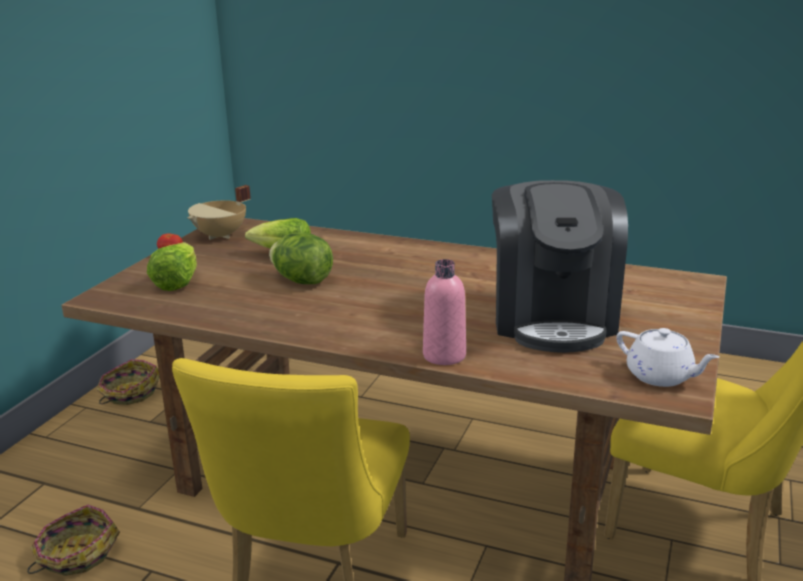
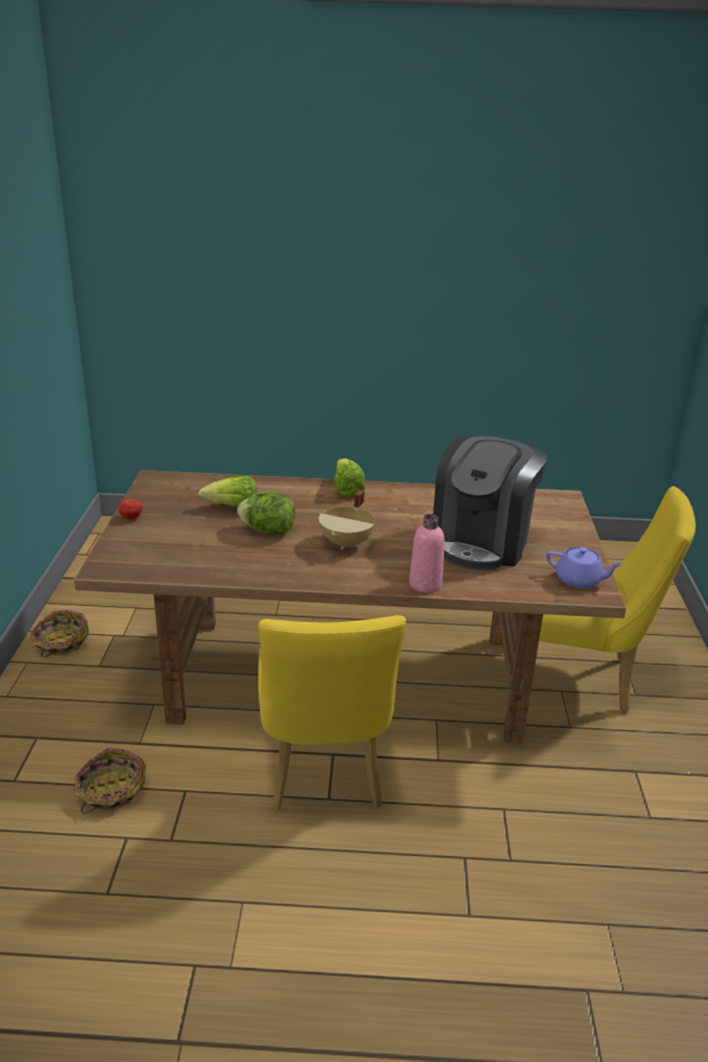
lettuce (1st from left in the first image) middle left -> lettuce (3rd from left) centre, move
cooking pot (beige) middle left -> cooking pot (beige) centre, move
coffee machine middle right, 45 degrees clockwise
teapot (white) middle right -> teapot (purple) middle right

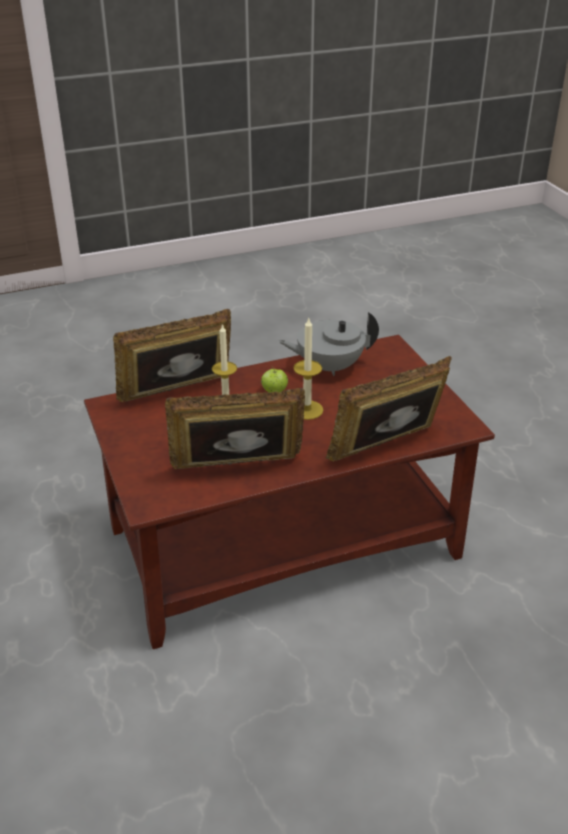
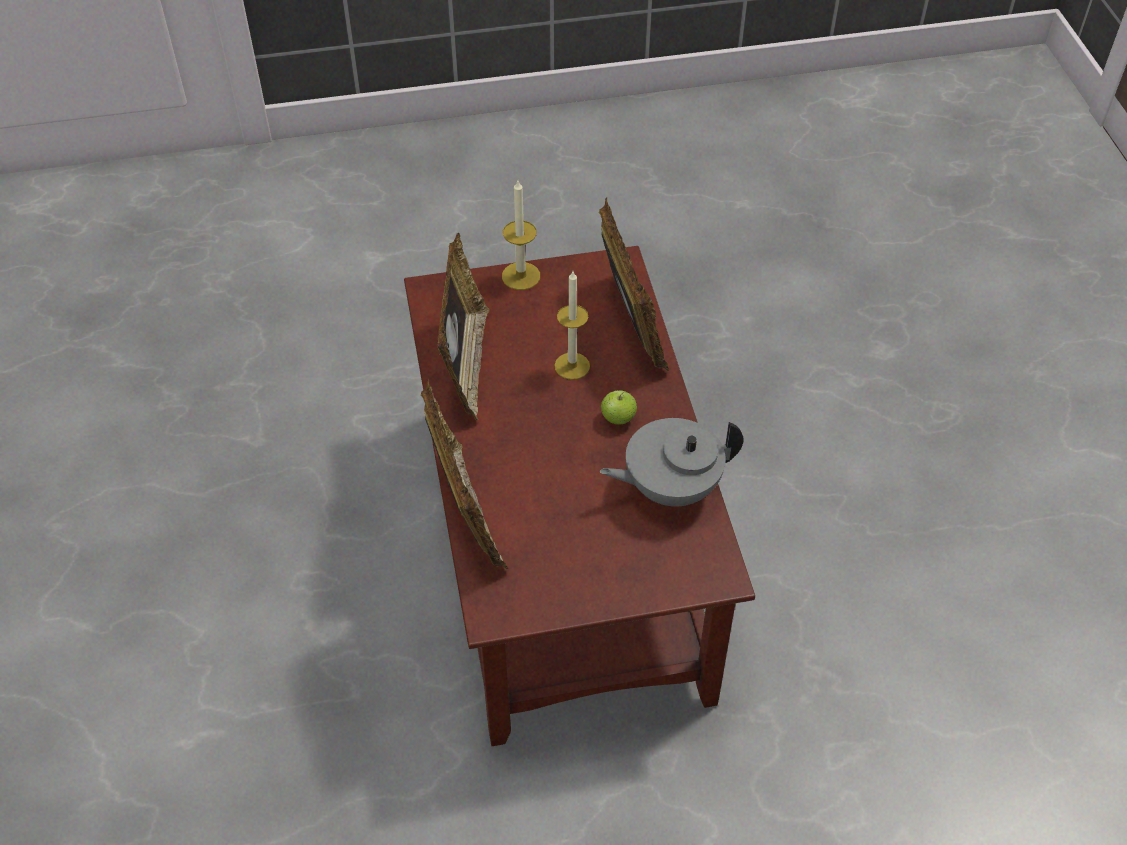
teapot (grey) centre, 105 degrees counterclockwise
candle (2nd from left in the first image) centre -> candle (1st from left) top centre, move

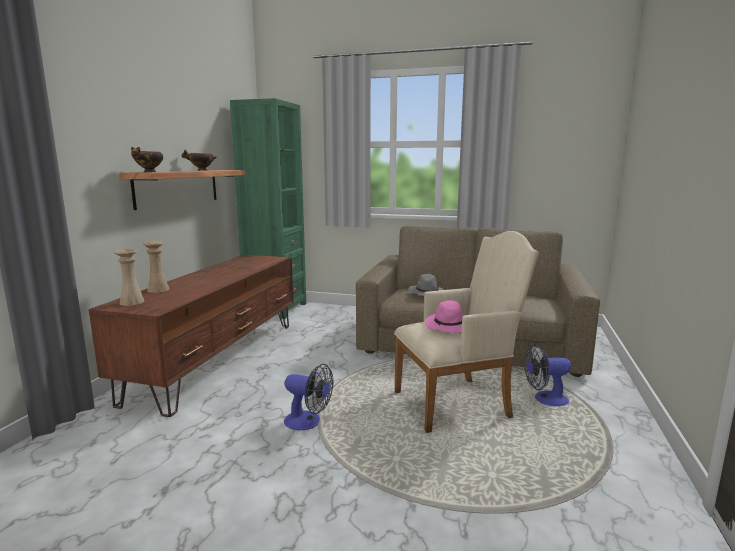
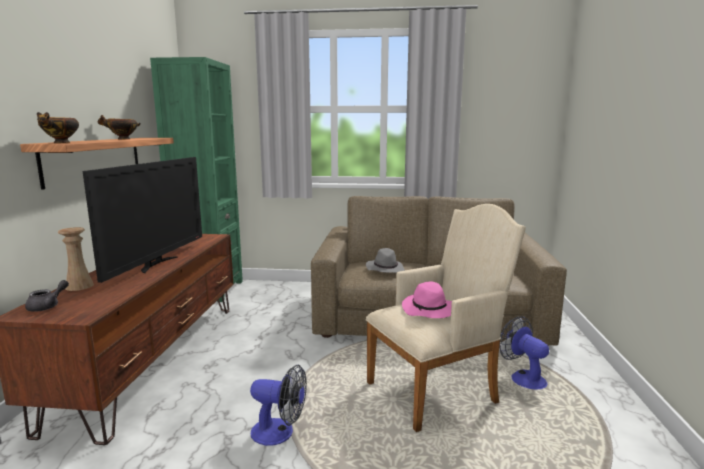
vase (beige) (1st from left) middle left -> teapot (grey) middle left
fan (2nd from left) bottom right, 75 degrees clockwise
none -> television middle left

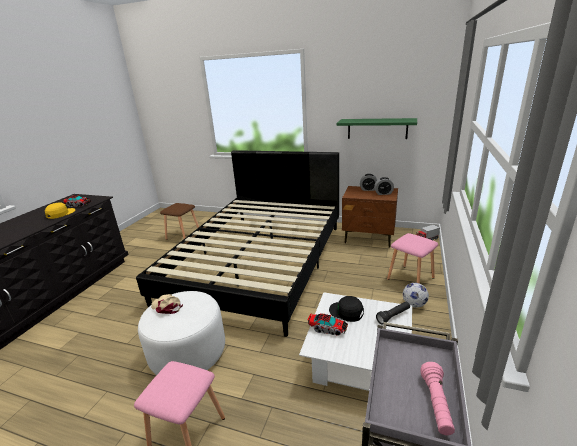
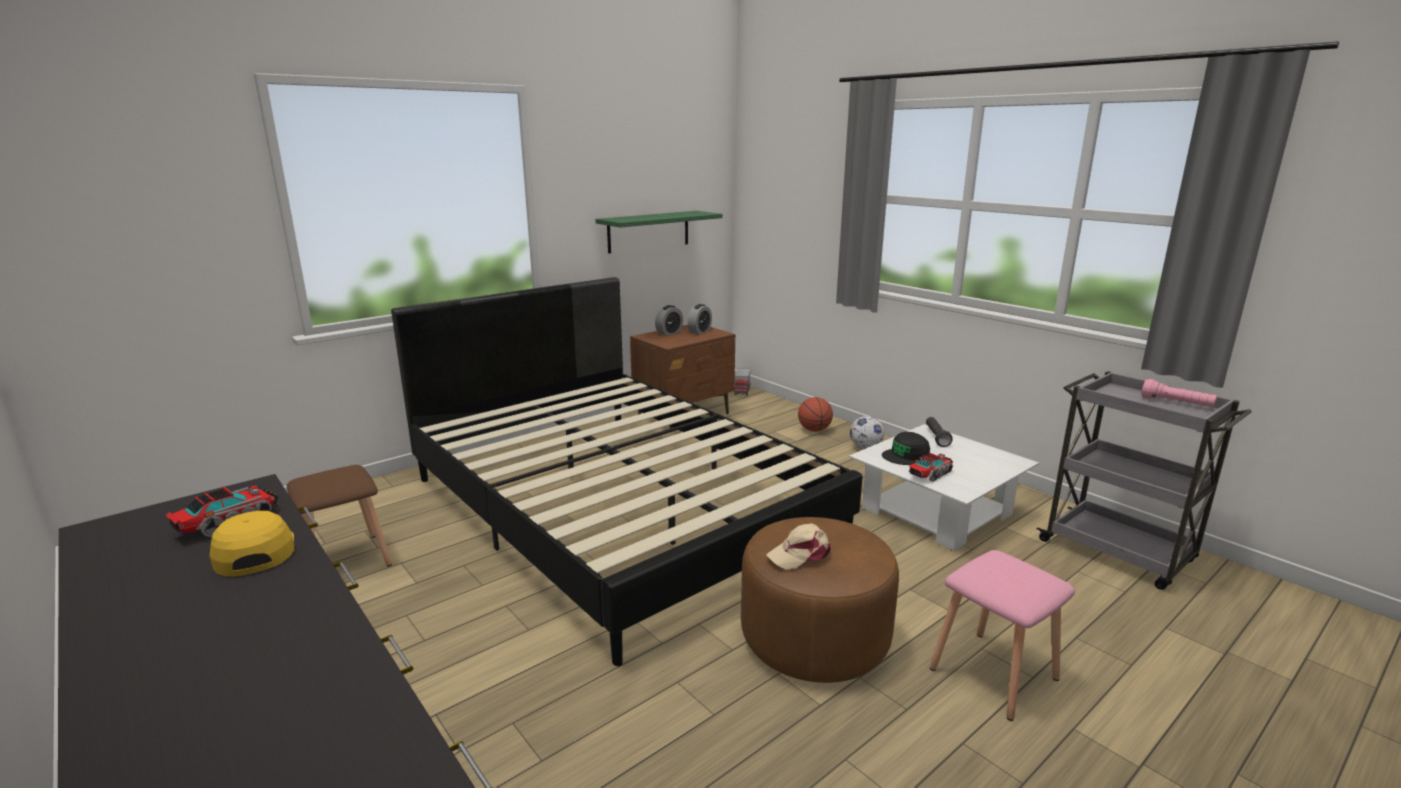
ottoman (white) bottom left -> ottoman (brown) bottom centre
stool (pink) (2nd from left) middle right -> basketball centre

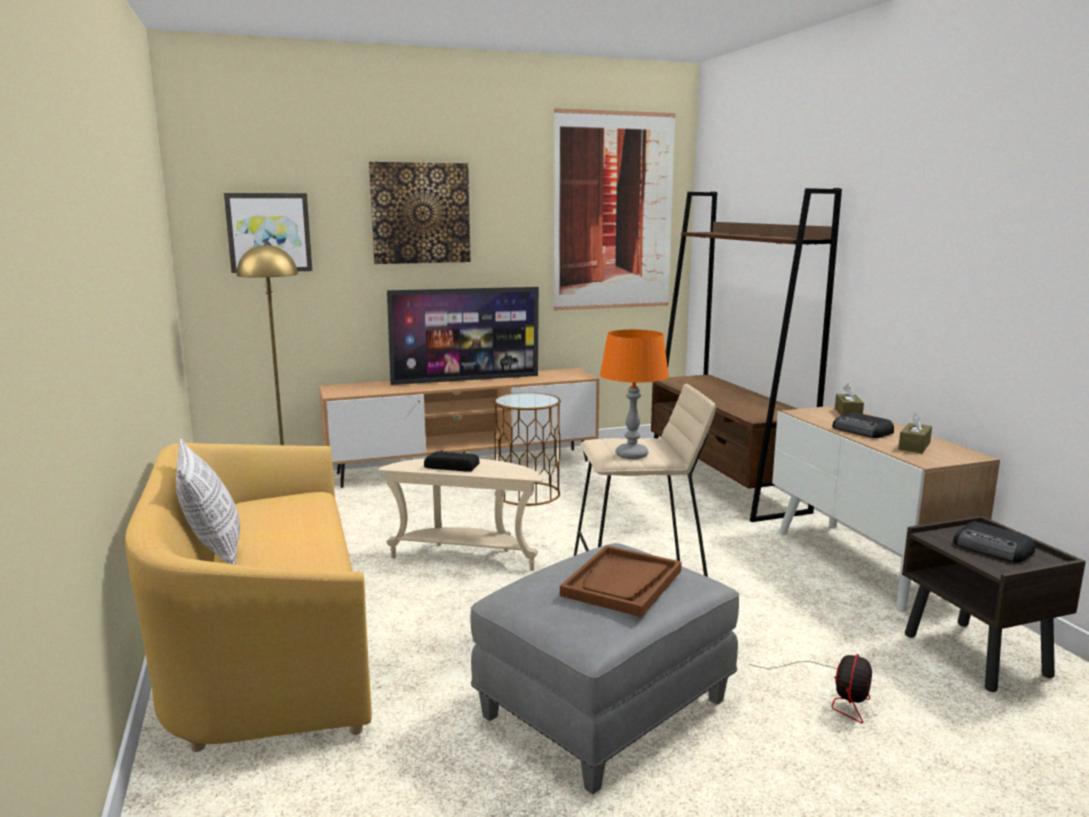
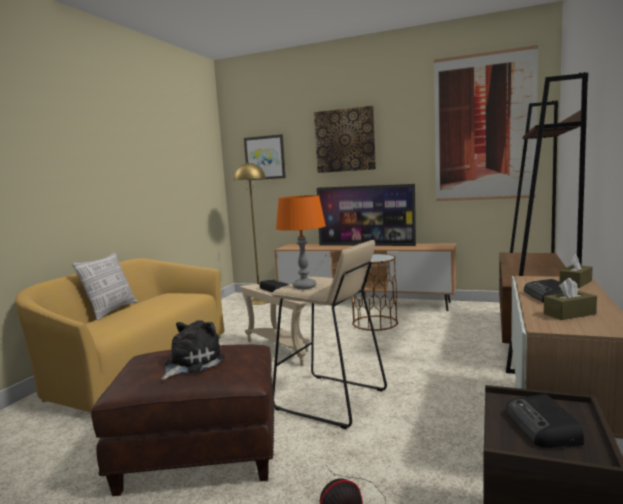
ottoman (grey) bottom centre -> ottoman (brown) bottom left
tray (brown) bottom centre -> plush toy bottom left

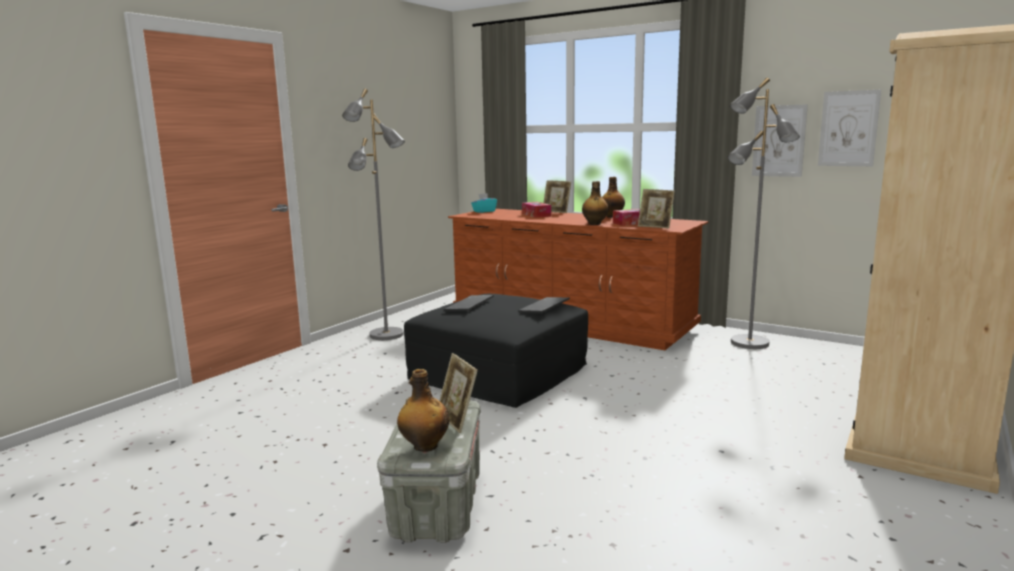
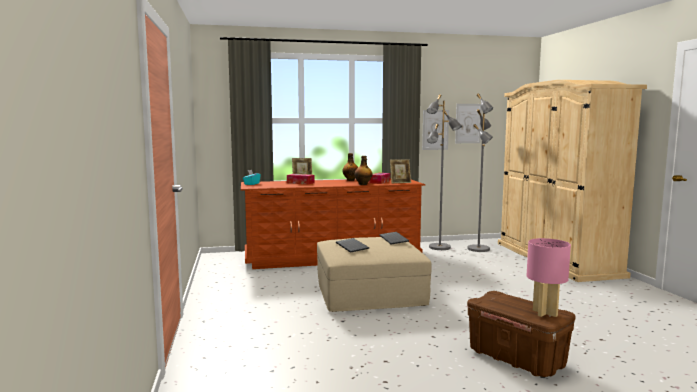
floor lamp (grey) (1st from left in the first image) centre -> floor lamp (grey) (2nd from left) middle right, move
storage box (grey) bottom centre -> storage box (brown) bottom right
bottle (1st from left) bottom centre -> table lamp (pink) bottom right
ottoman (black) centre -> ottoman (beige) bottom centre
picture frame (1st from left) bottom centre -> none

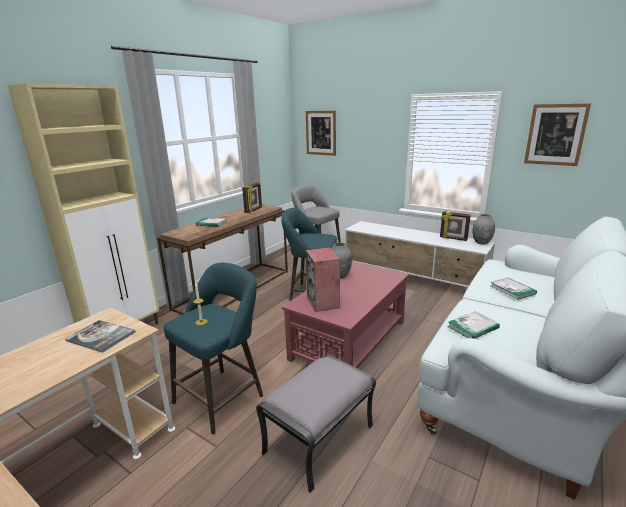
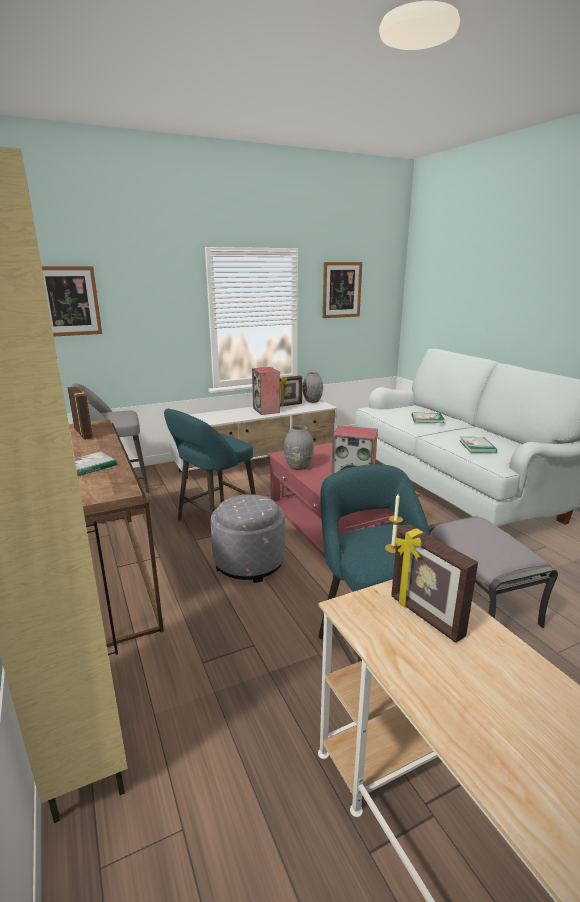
book (1st from left) middle left -> picture frame (3rd from left) middle right
none -> ottoman (grey) (1st from left) centre
none -> speaker (1st from left) centre

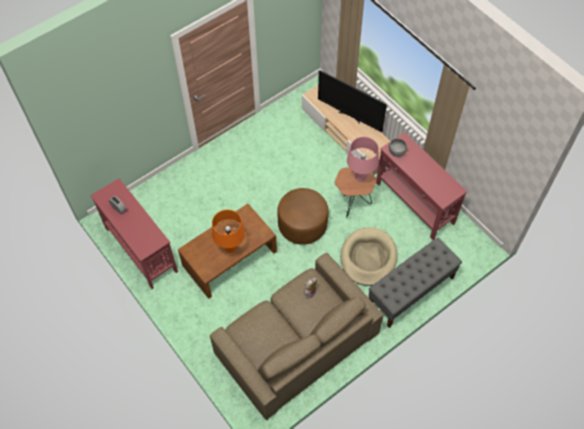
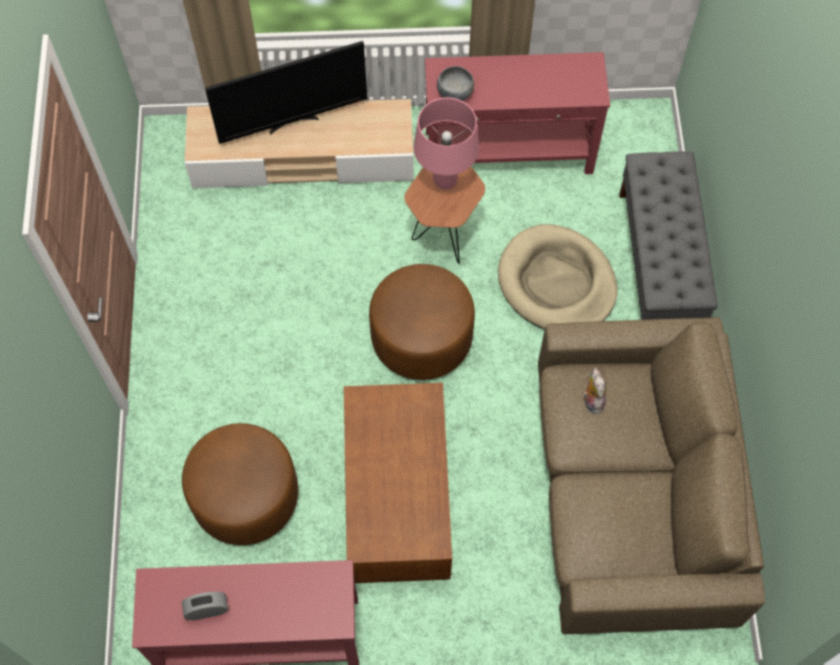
table lamp (orange) centre -> none
none -> ottoman (brown) (1st from left) bottom left

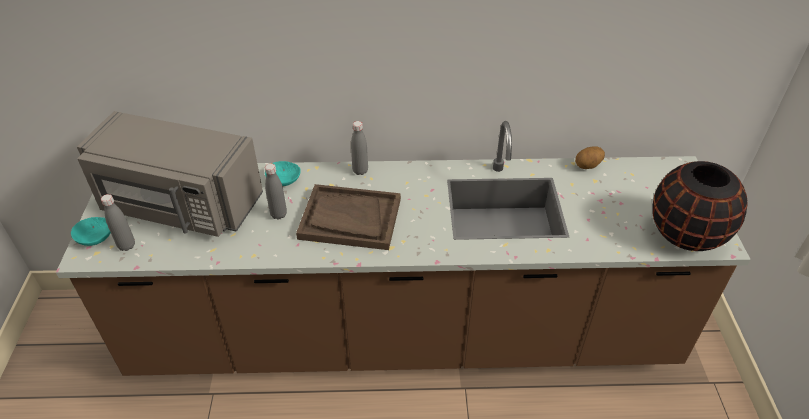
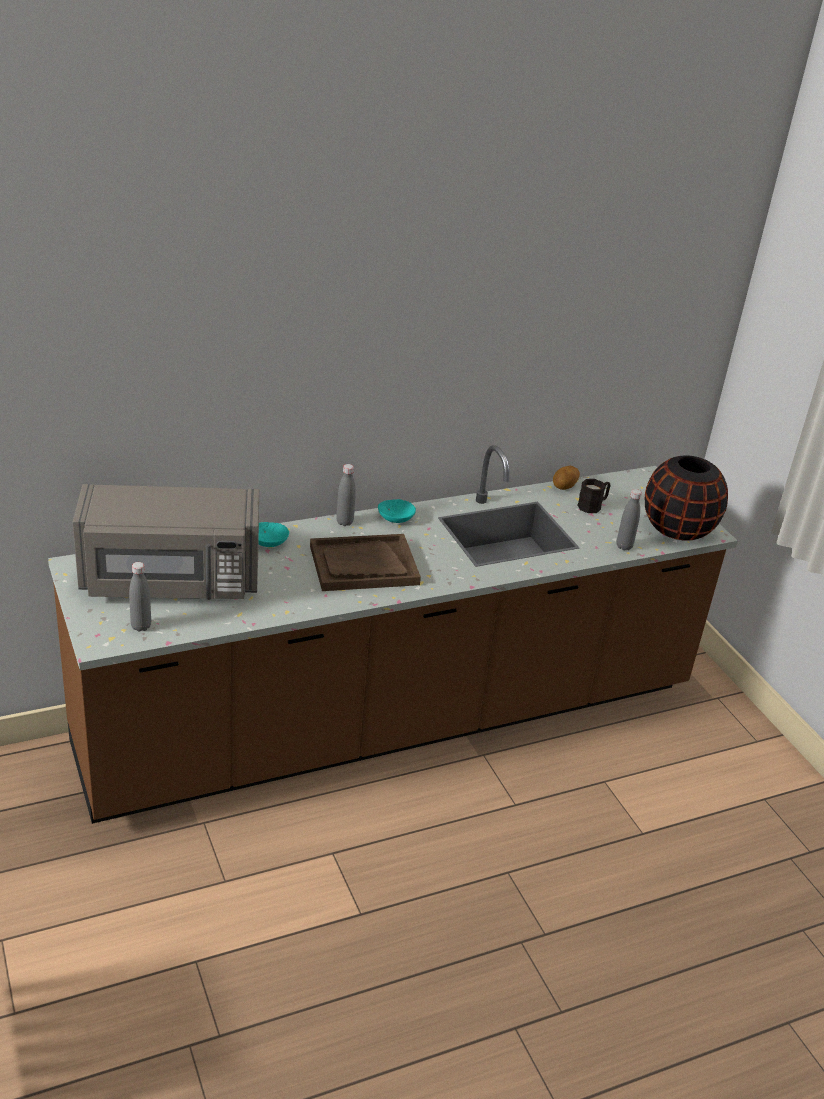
bowl (turquoise) (1st from left in the first image) middle left -> bowl (turquoise) (2nd from left) centre, move
bottle (grey) (2nd from left in the first image) centre -> bottle (grey) (3rd from left) middle right, move
none -> mug (black) middle right

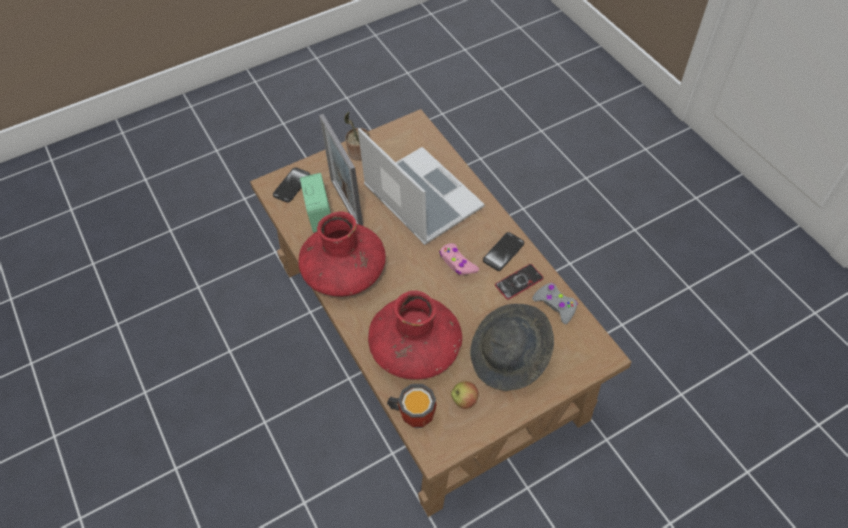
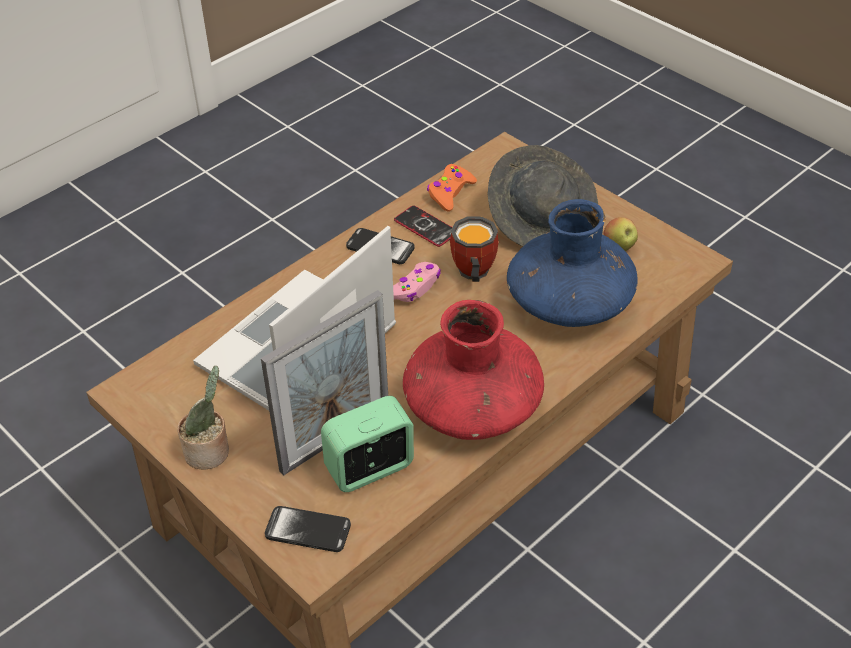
vase (red) (2nd from left) centre -> vase (blue) middle right
mug bottom centre -> mug centre, move
game controller (grey) centre -> game controller (orange) top centre

